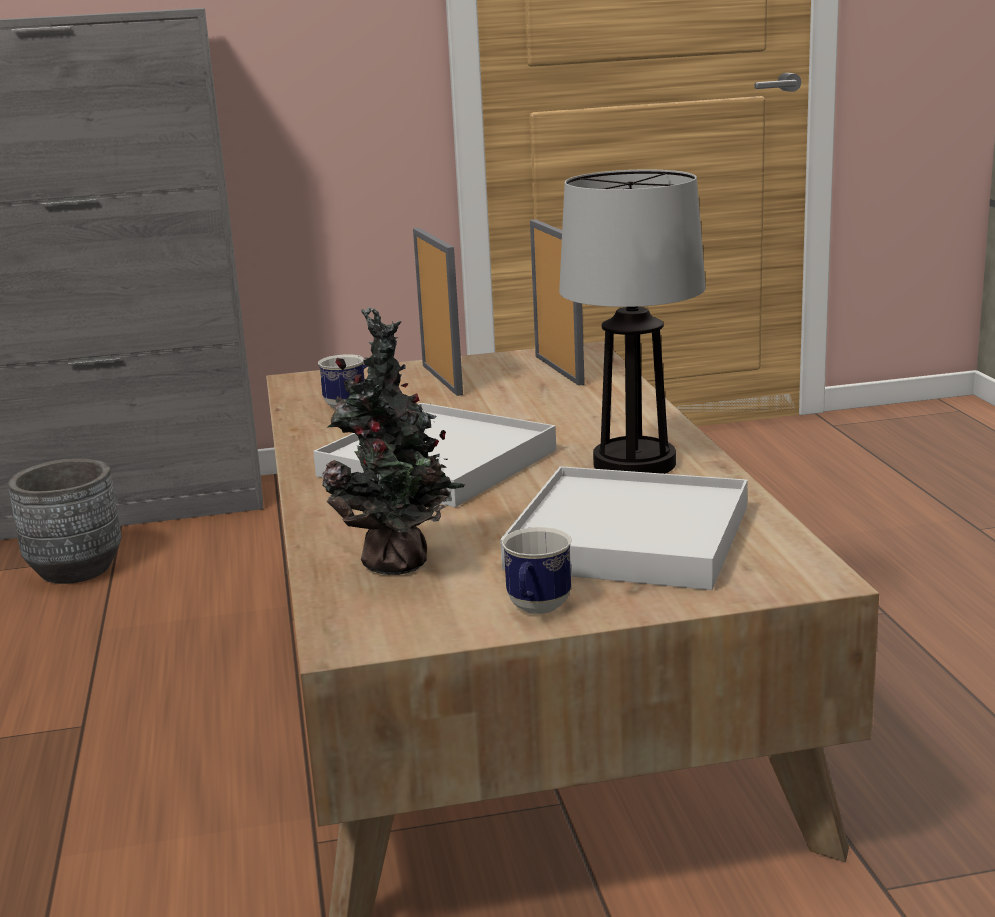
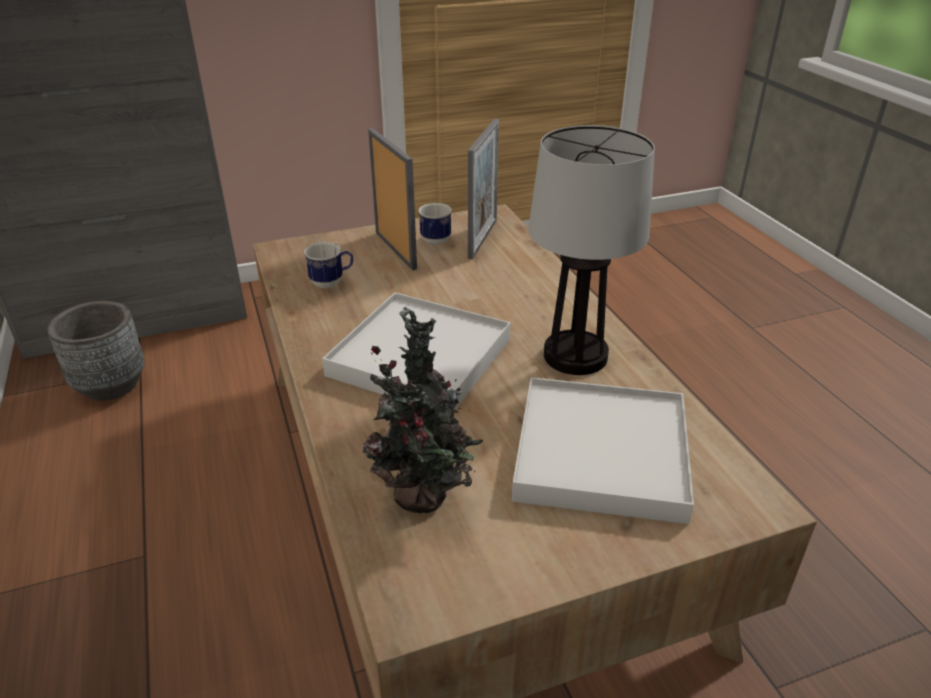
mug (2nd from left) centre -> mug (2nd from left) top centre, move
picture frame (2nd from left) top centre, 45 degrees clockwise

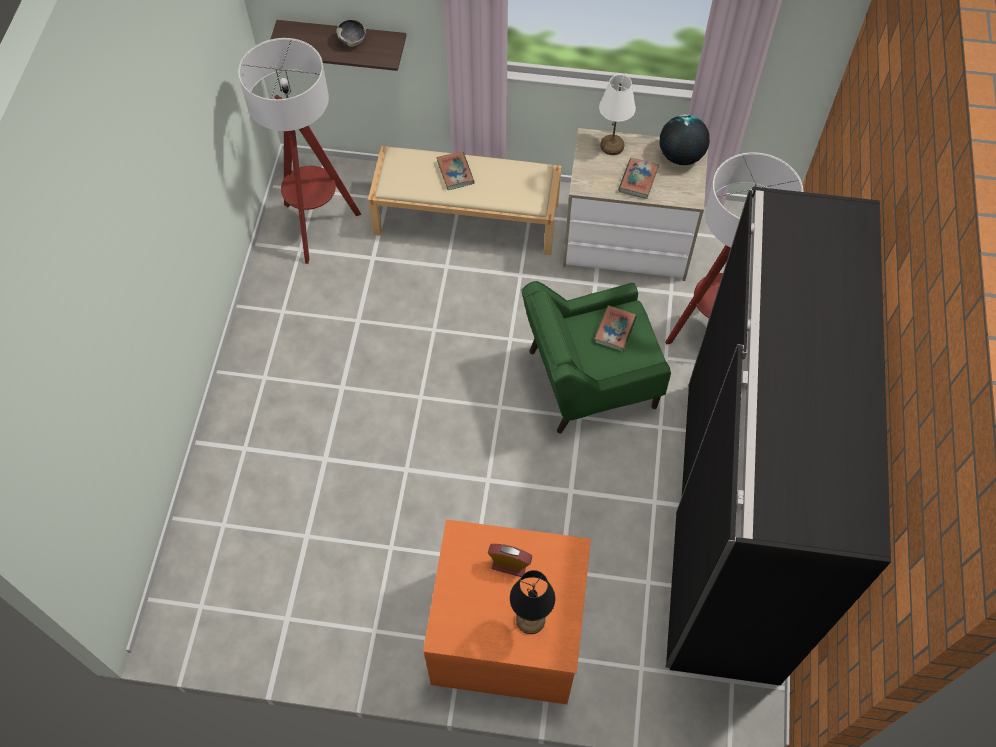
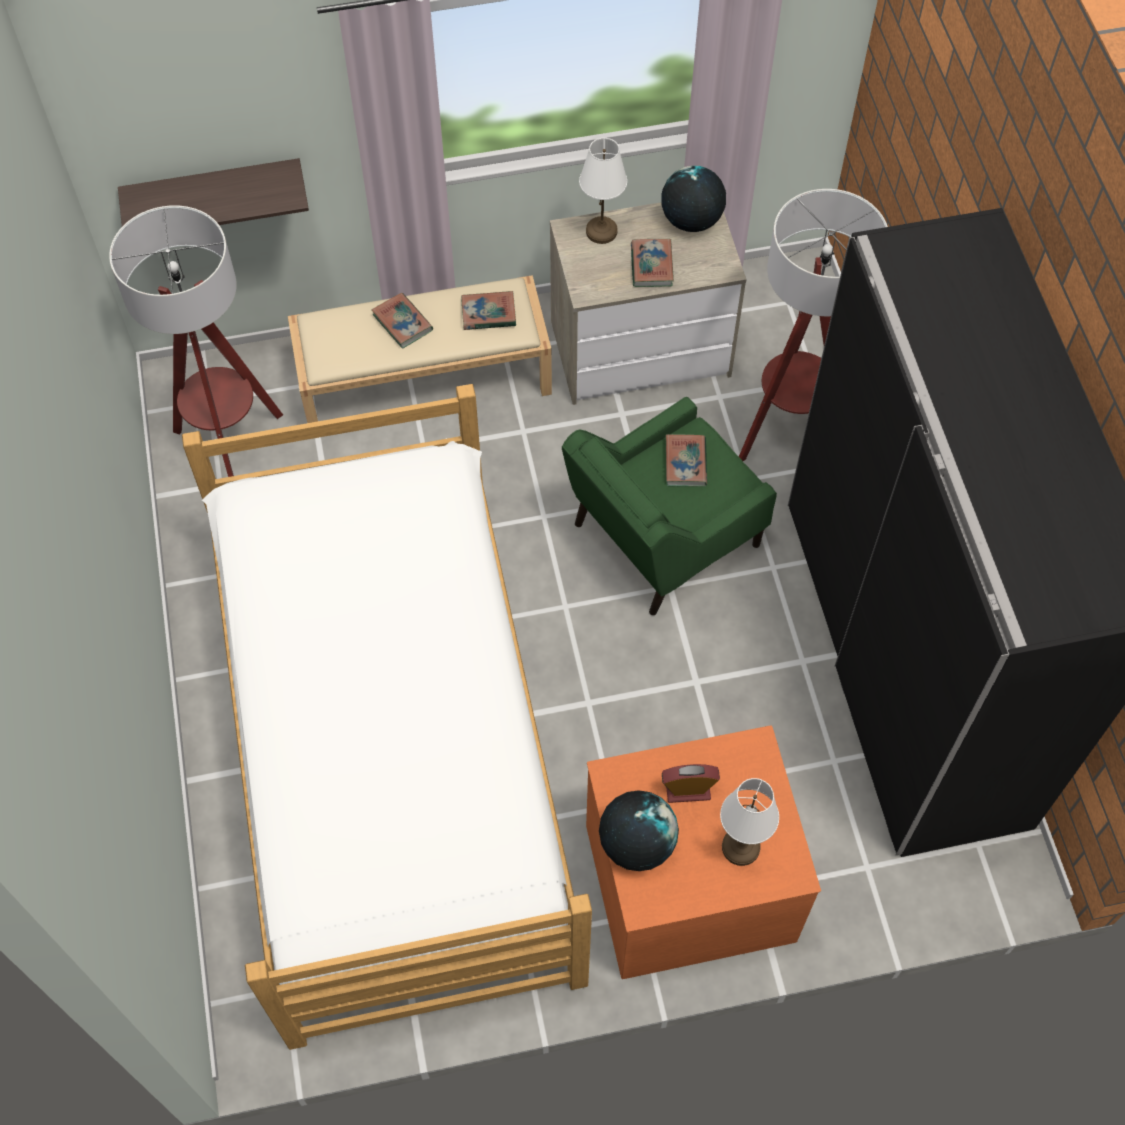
bowl top centre -> none
table lamp (black) bottom centre -> table lamp (white) (2nd from left) bottom centre
none -> bed centre
none -> book (2nd from left) top centre
none -> globe (1st from left) bottom centre

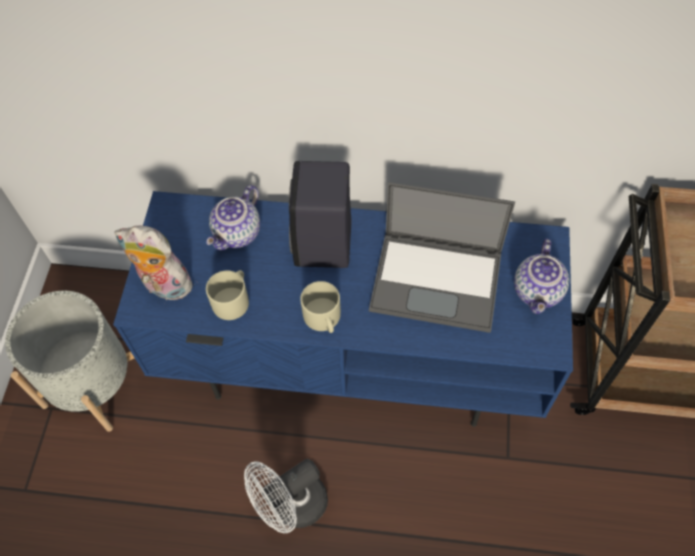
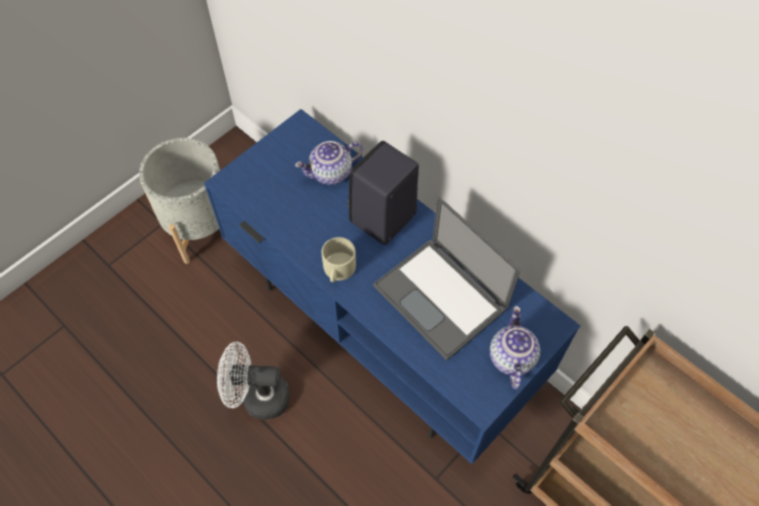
plush toy middle left -> none
mug (beige) (1st from left) middle left -> none
teapot (2nd from left) middle right -> teapot (2nd from left) bottom right, 135 degrees clockwise

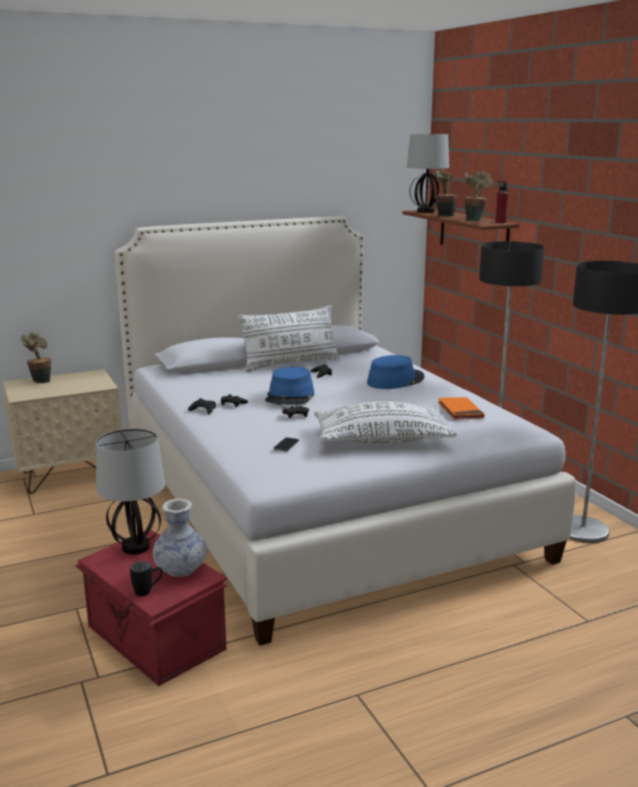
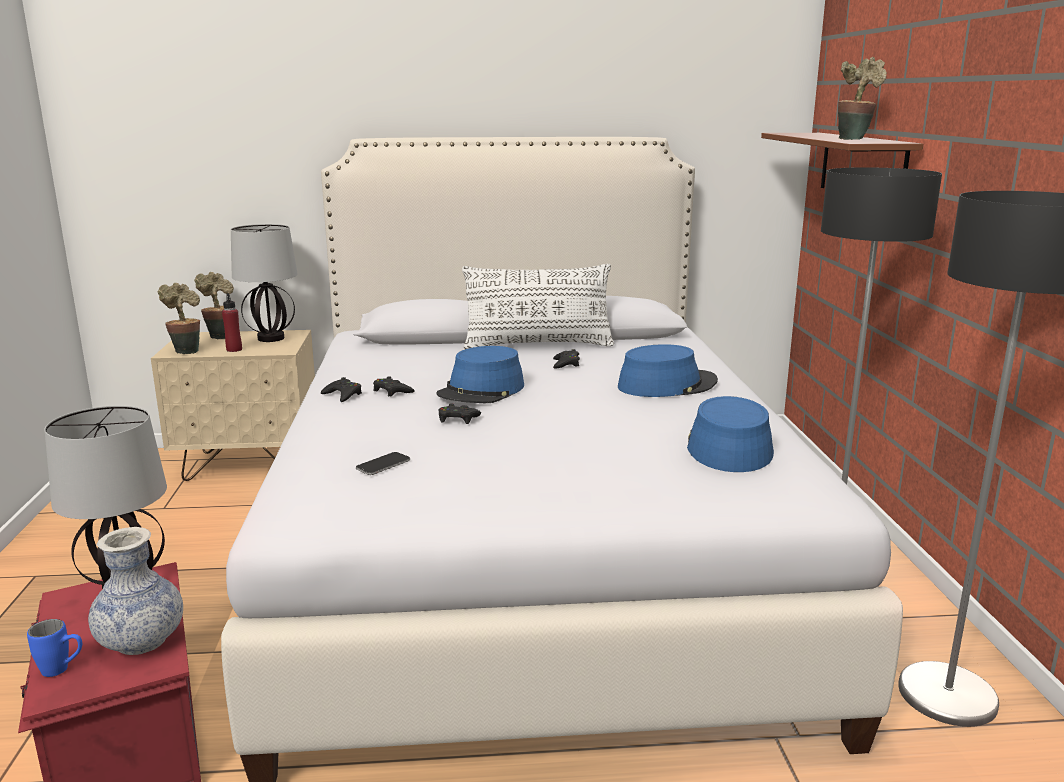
mug (black) bottom left -> mug (blue) bottom left
pillow (white) (2nd from left) centre -> none
table lamp (2nd from left) top right -> table lamp (2nd from left) middle left, move
potted plant (2nd from left in the first image) top right -> potted plant (1st from left) middle left, move
book (orange) middle right -> hat (blue) (3rd from left) middle right
bottle (red) top right -> bottle (red) middle left, move

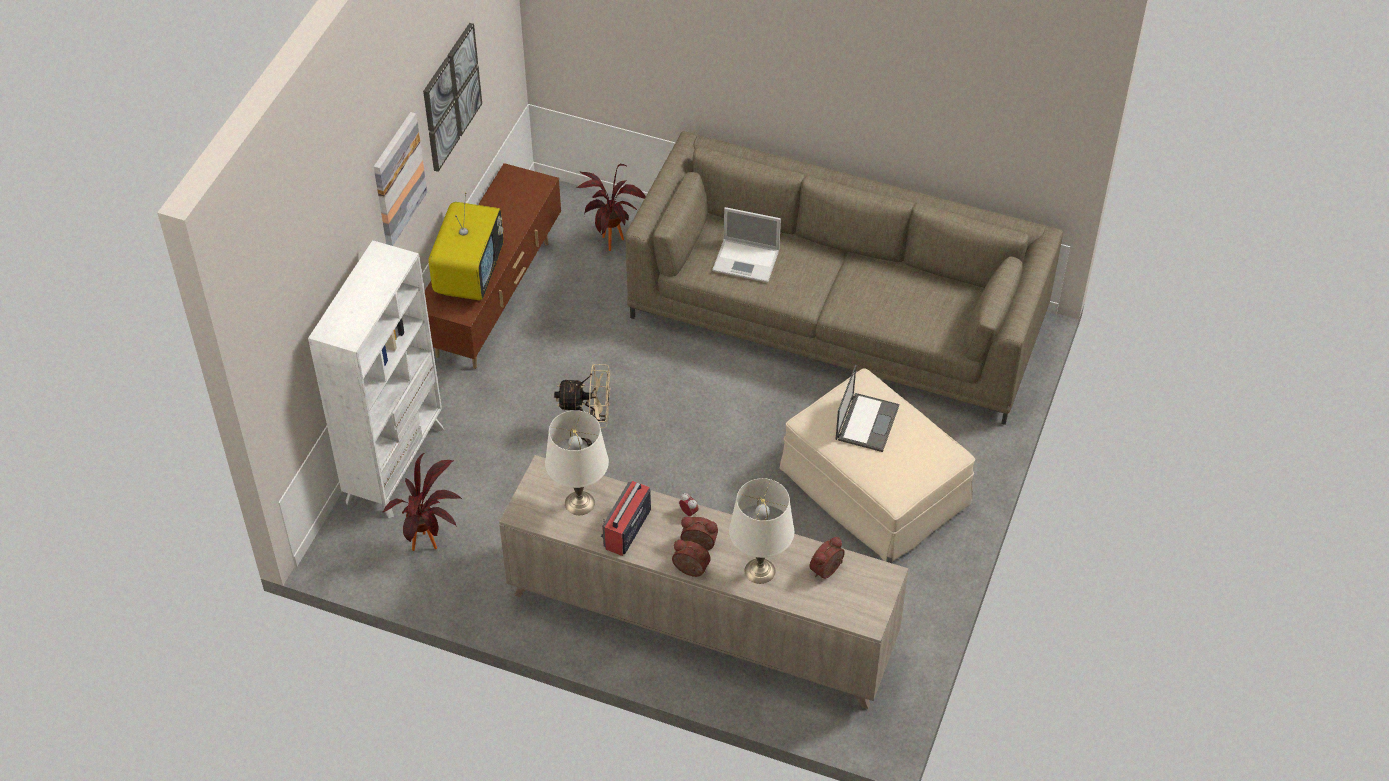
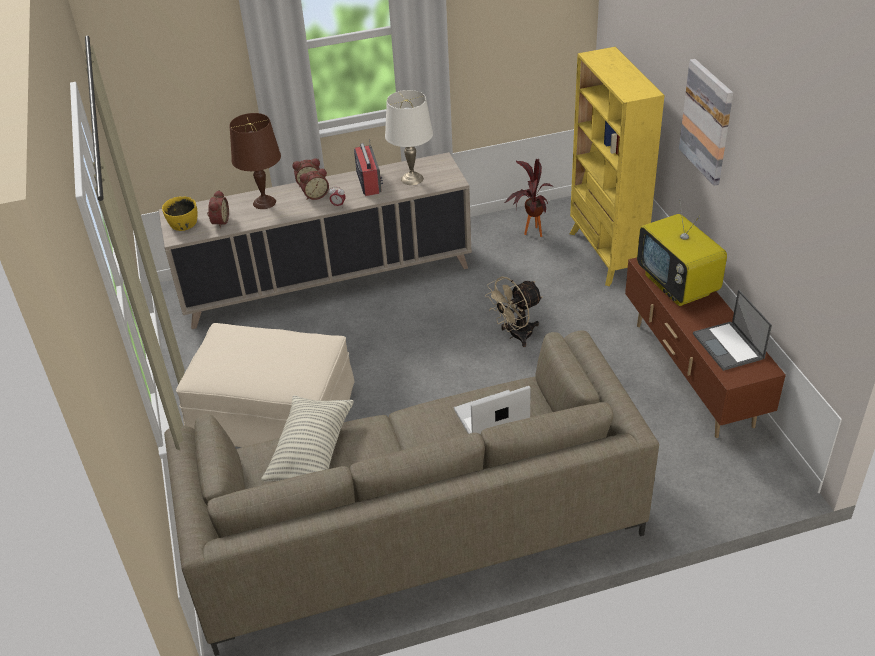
bookcase (white) middle left -> bookcase (yellow) top right
picture (2nd from left) top left -> none
potted plant (2nd from left) top centre -> none
table lamp (white) (2nd from left) bottom centre -> table lamp (brown) top left
laptop (2nd from left) centre -> laptop (2nd from left) middle right, move
none -> bowl (yellow) top left
none -> pillow bottom centre

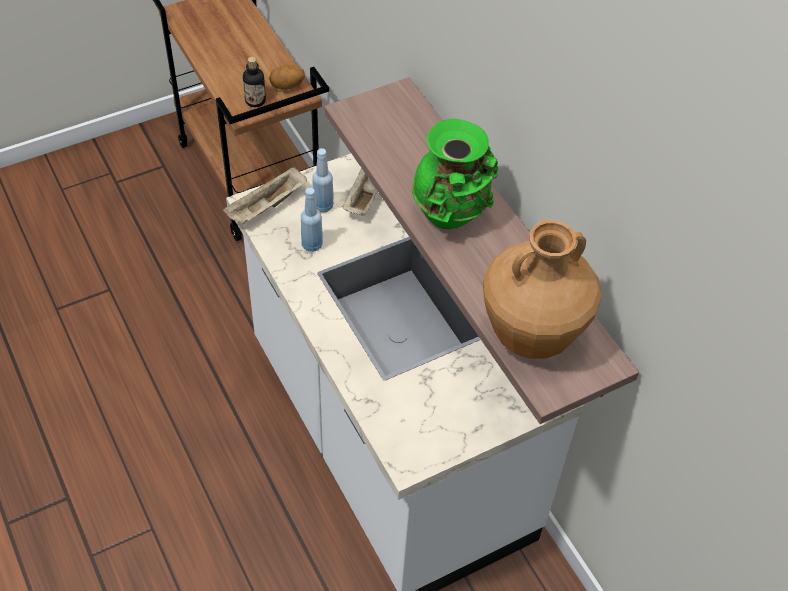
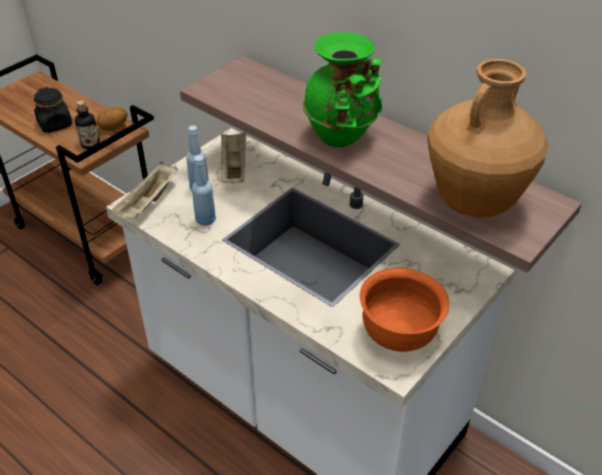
none -> jar (black) top left
none -> bowl (orange) middle right

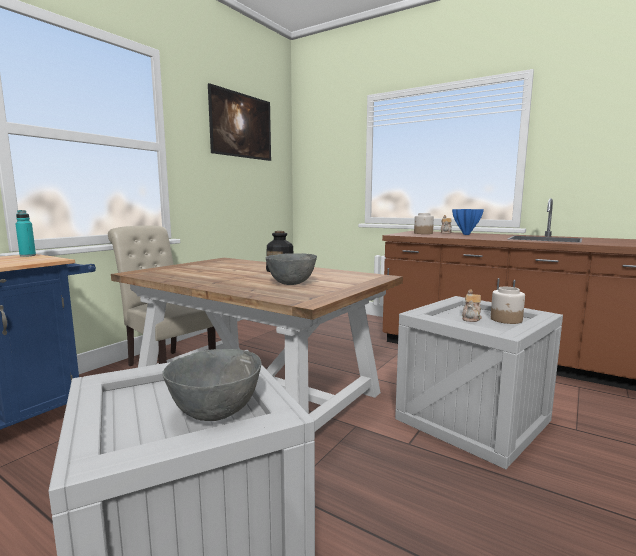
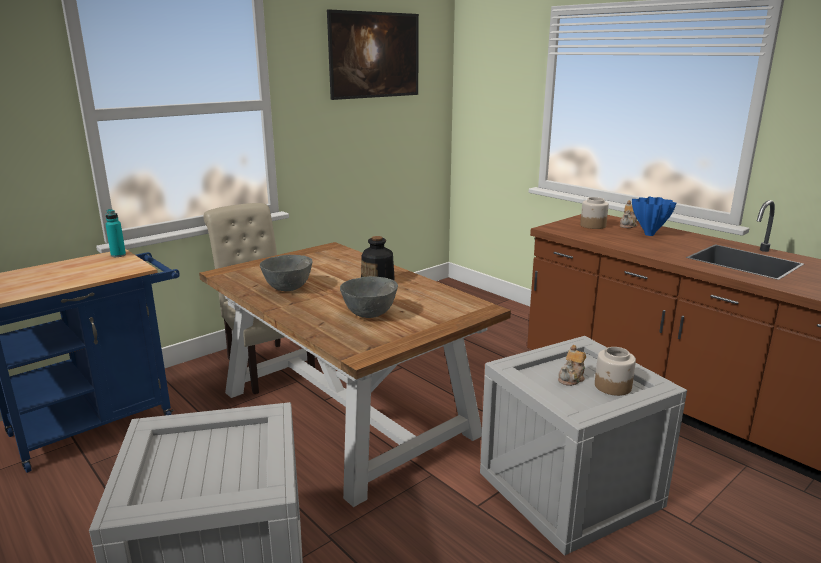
bowl (grey) (1st from left) bottom left -> bowl (grey) (1st from left) centre, move

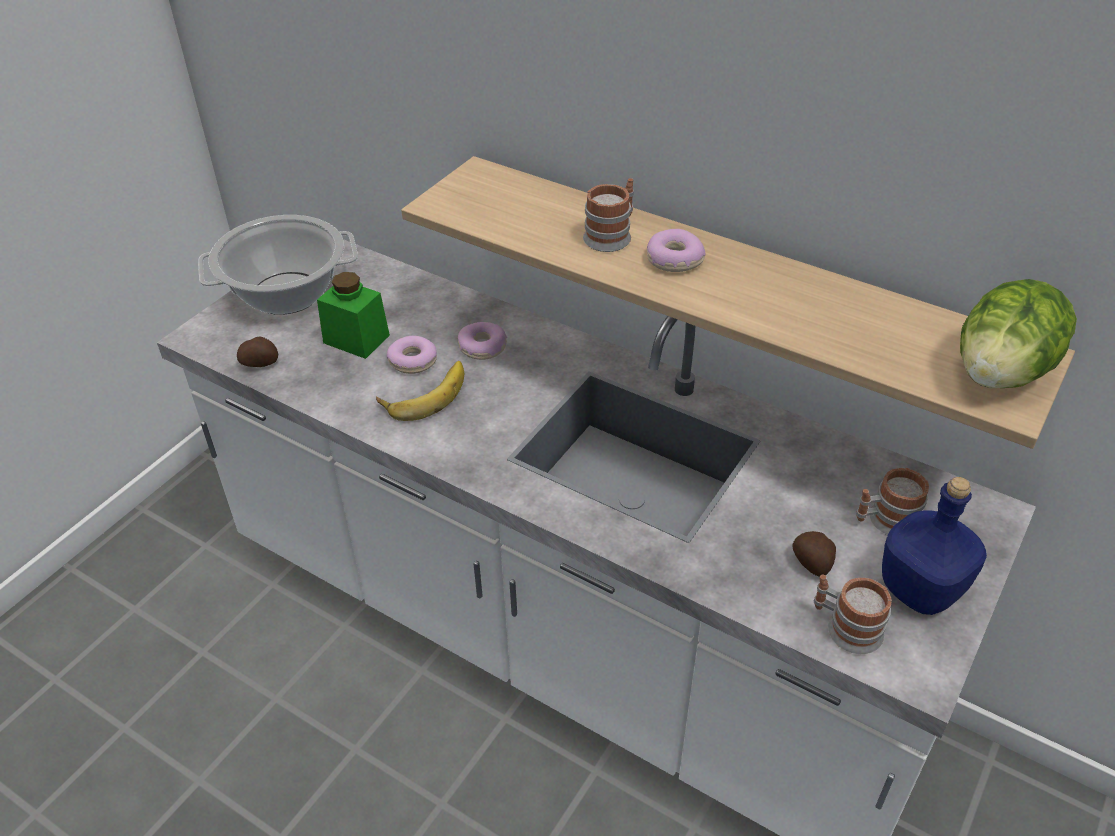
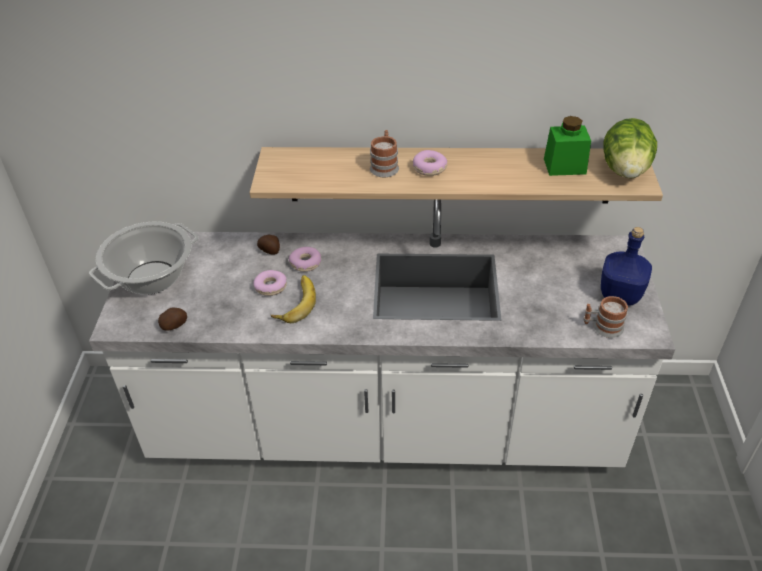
jar (green) middle left -> jar (green) top right, move
potato (2nd from left) middle right -> potato (2nd from left) centre, move
mug (3rd from left) middle right -> none

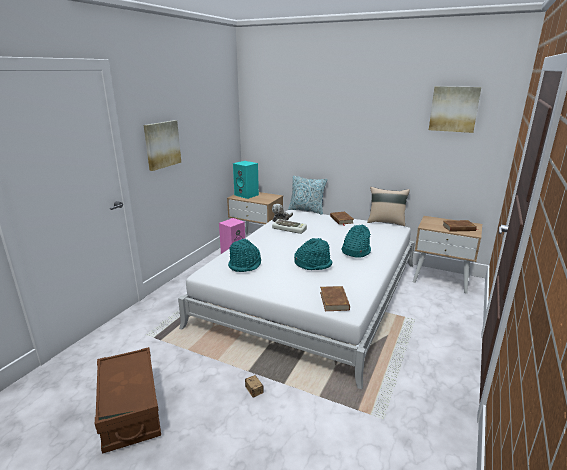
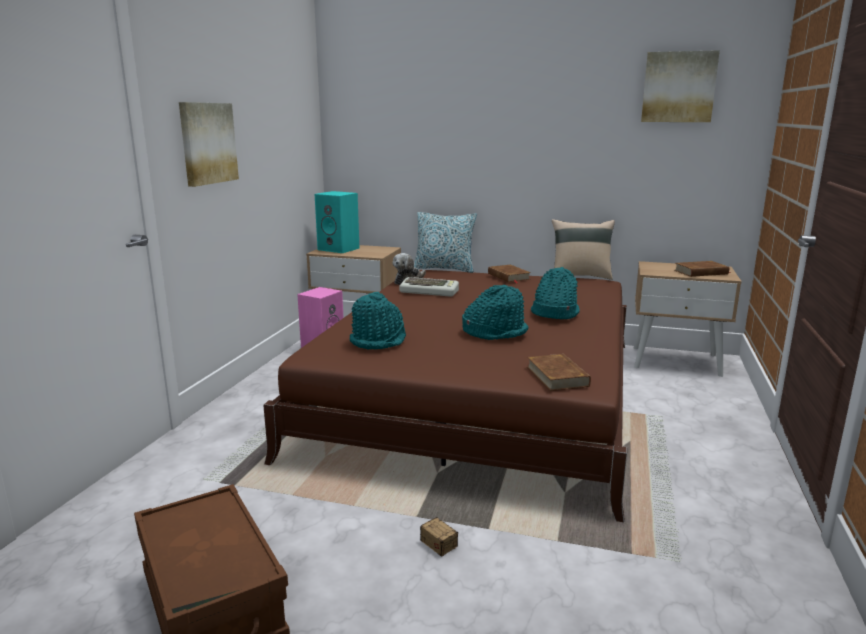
bed (white) centre -> bed (brown) centre

